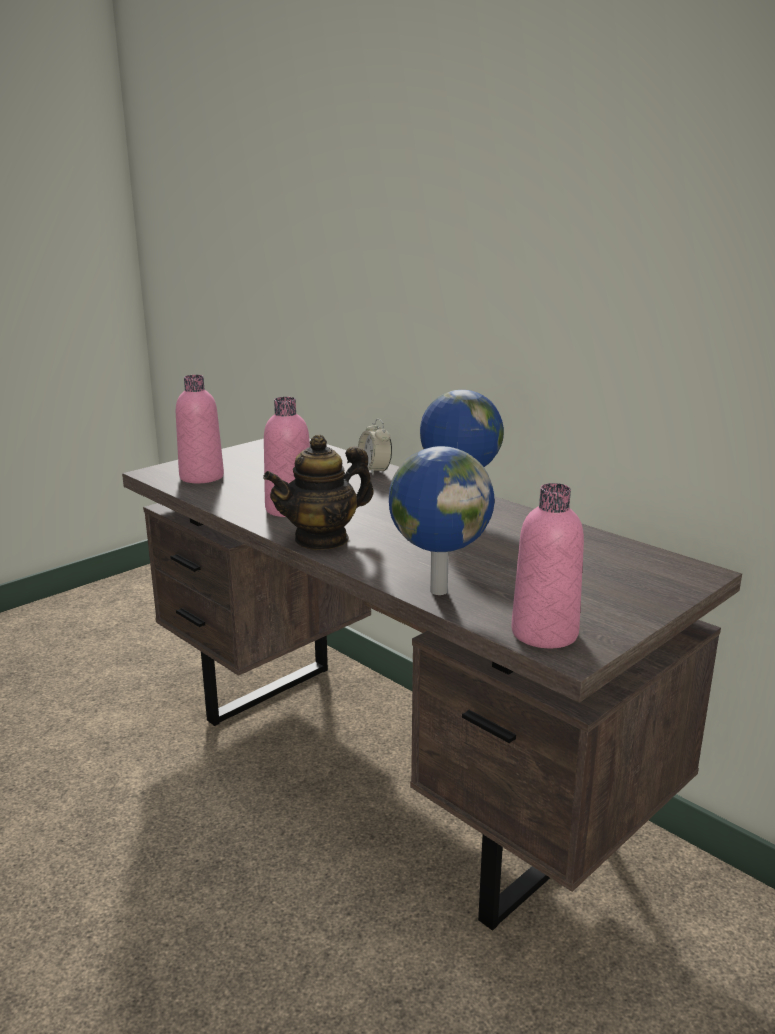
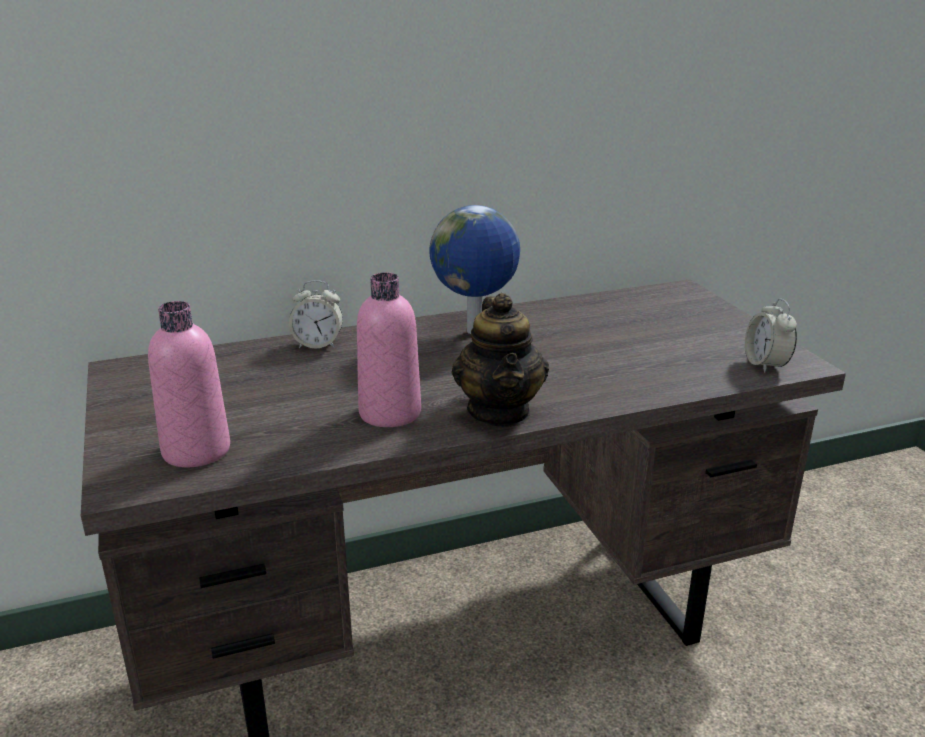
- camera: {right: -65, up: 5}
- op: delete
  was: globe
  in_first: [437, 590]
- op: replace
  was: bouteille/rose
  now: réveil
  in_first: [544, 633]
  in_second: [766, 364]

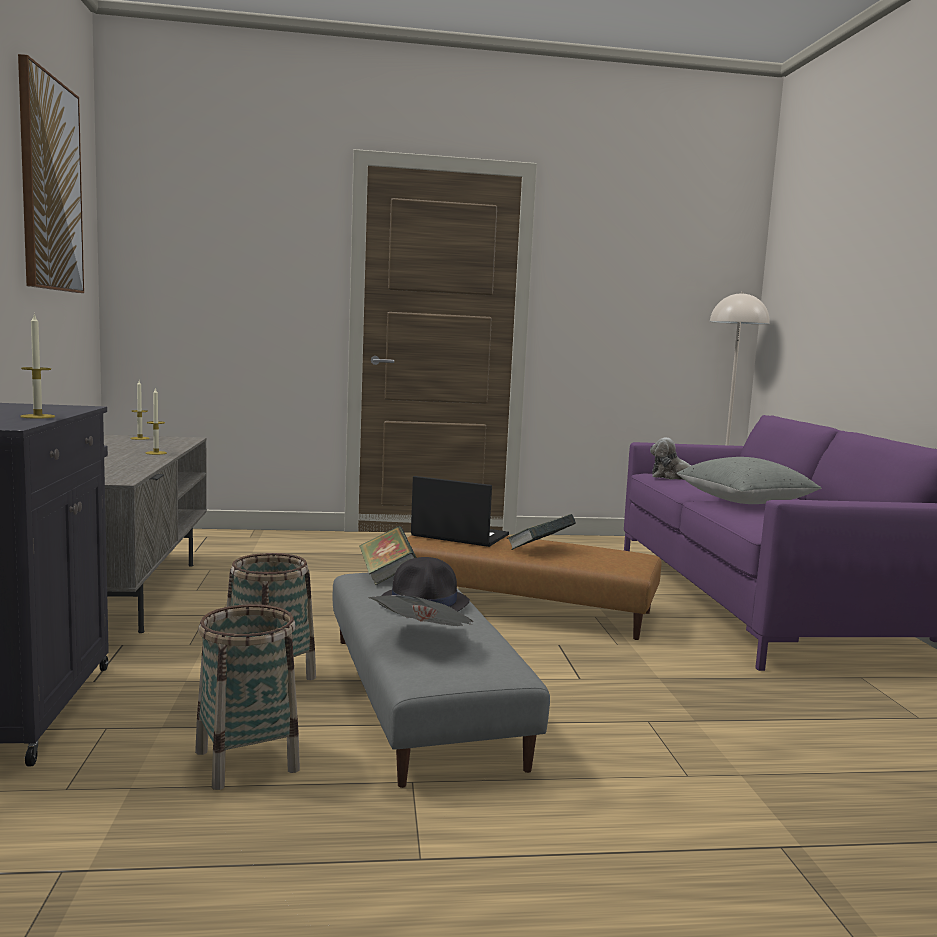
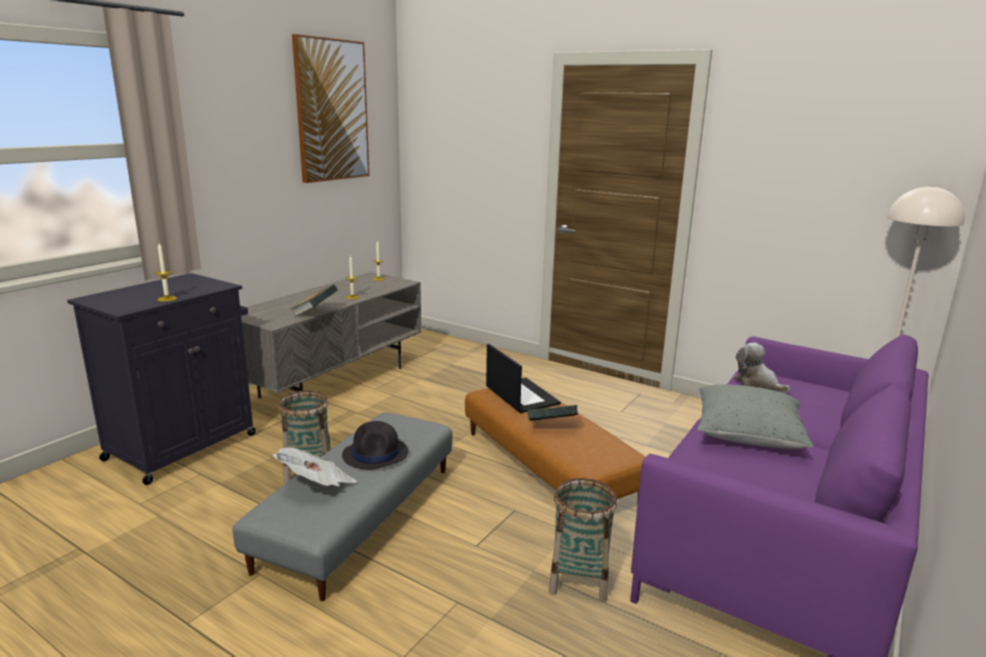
- camera: {right: 40, up: 10}
- op: move
  was: livre
  in_first: [386, 575]
  in_second: [315, 313]
- op: move
  was: panier
  in_first: [246, 761]
  in_second: [579, 579]

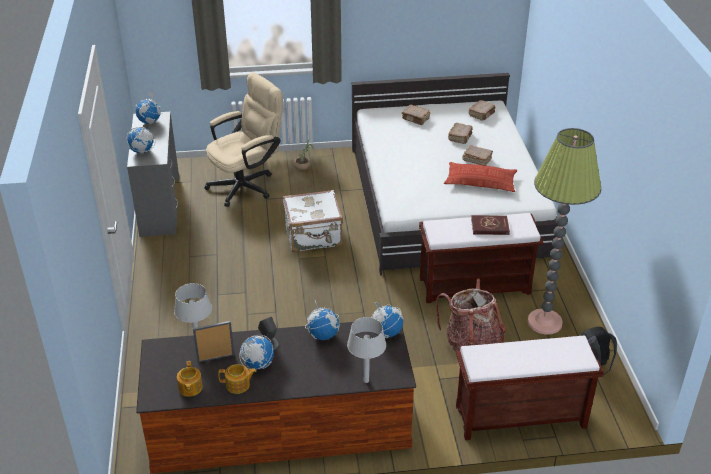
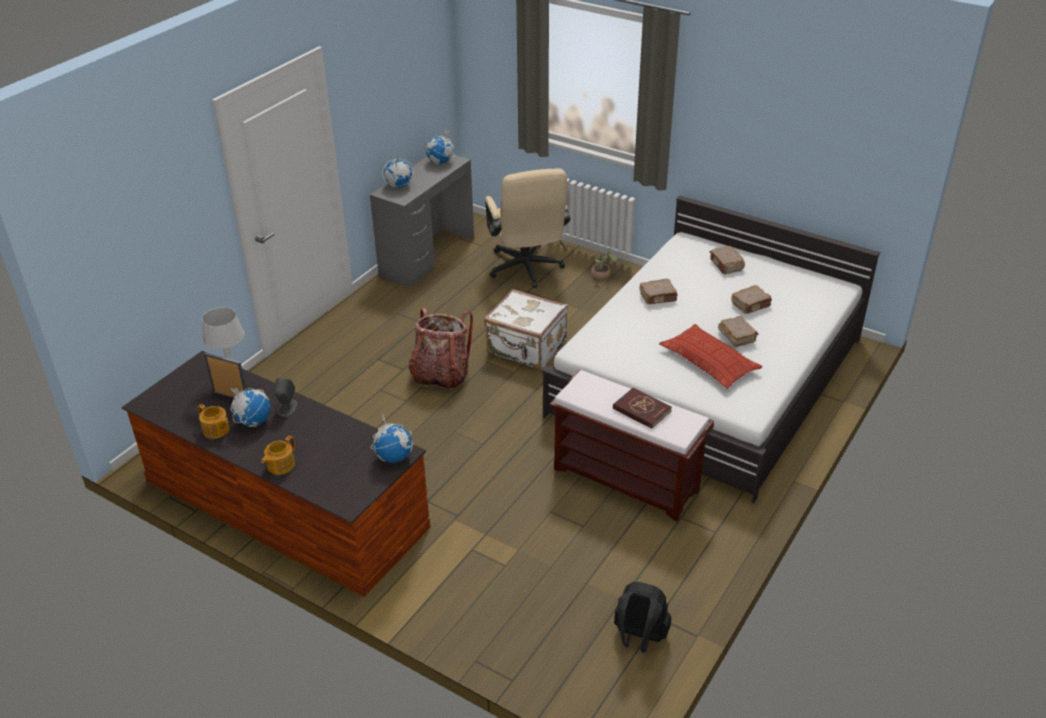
- camera: {right: 40, up: 0}
- op: rotate
  was: chaise de bureau/beige
  in_first: [247, 185]
  in_second: [526, 270]
  clockwise: 75
- op: move
  was: livre/marron
  in_first: [482, 114]
  in_second: [658, 297]
- op: delete
  was: lampadaire
  in_first: [544, 322]
- op: move
  was: sac à dos
  in_first: [471, 343]
  in_second: [441, 375]
- op: delete
  was: globe
  in_first: [323, 335]
- op: delete
  was: lampe de table/gris
  in_first: [366, 380]
- op: delete
  was: banc/marron
  in_first: [519, 417]
- op: move
  was: théière
  in_first: [190, 388]
  in_second: [280, 465]

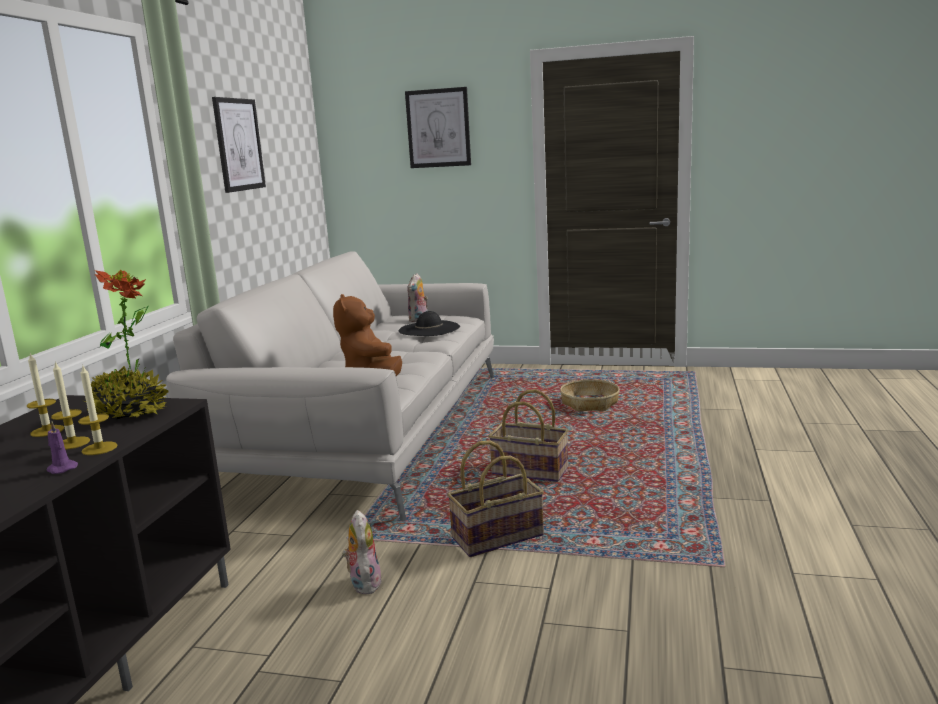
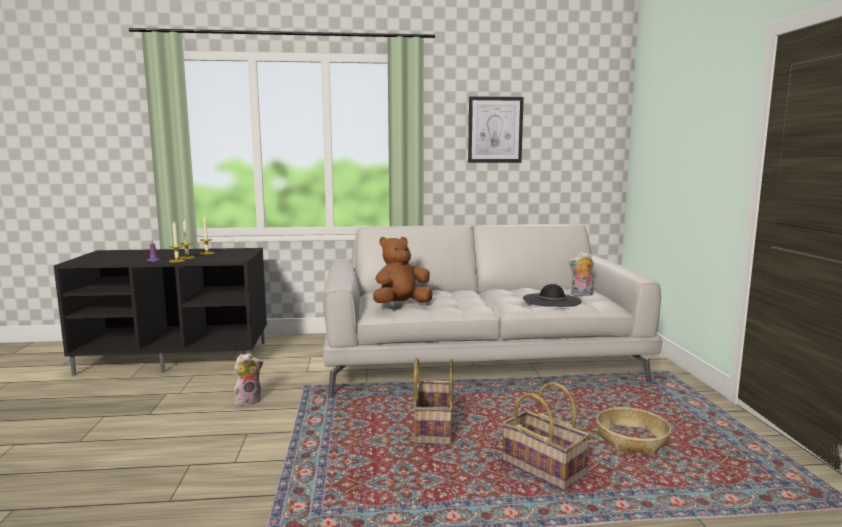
- camera: {right: 70, up: -5}
- op: delete
  was: tableau
  in_first: [438, 128]
- op: delete
  was: plante en pot
  in_first: [131, 412]
- op: move
  was: panier
  in_first: [497, 536]
  in_second: [544, 469]

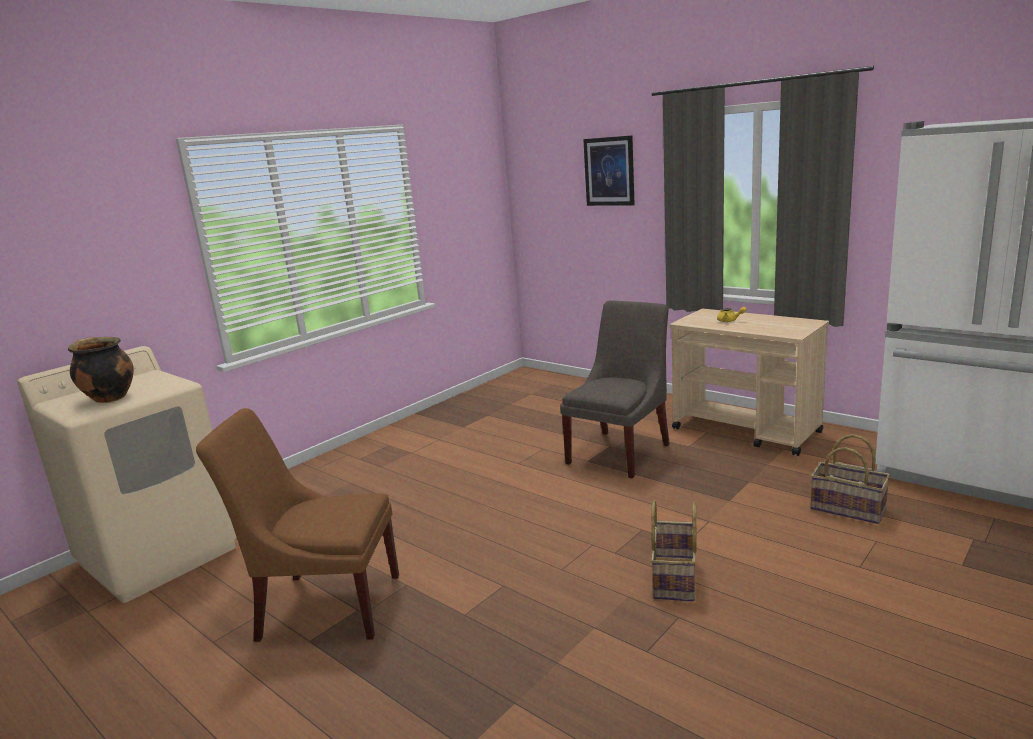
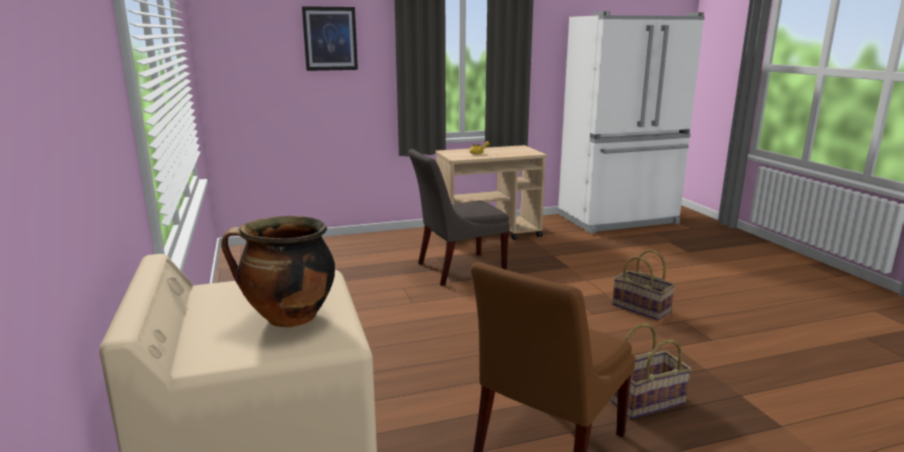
- camera: {right: -60, up: 0}
- op: rotate
  was: chaise/gris
  in_first: [621, 452]
  in_second: [457, 269]
  clockwise: -90
- op: move
  was: panier
  in_first: [848, 508]
  in_second: [646, 401]

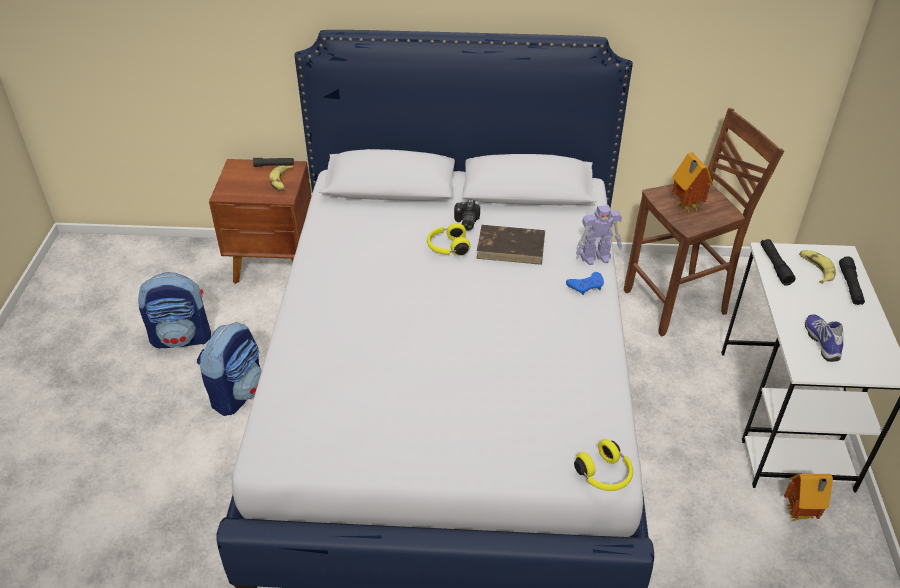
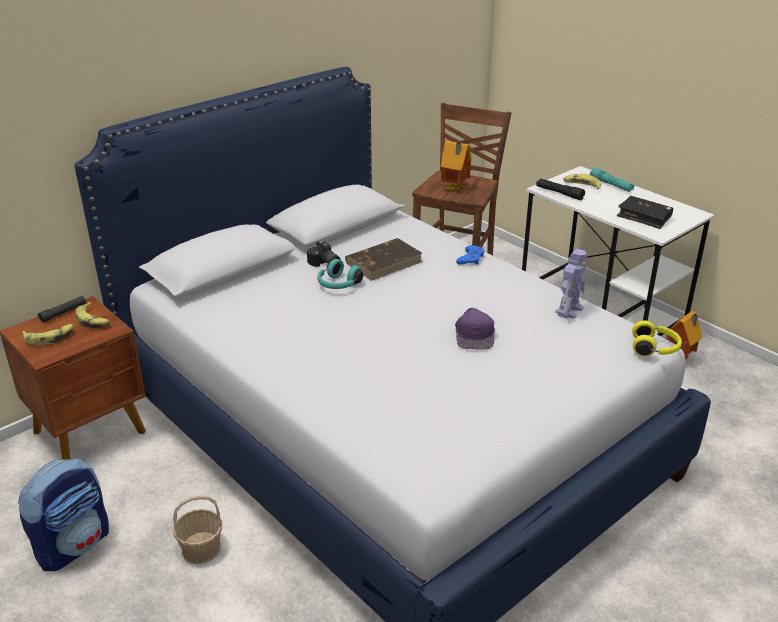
- camera: {right: -45, up: -10}
- op: move
  was: robot jouet
  in_first: [596, 257]
  in_second: [569, 310]
- op: recolor
  was: casque audio/jaune
  now: casque audio/turquoise
  in_first: [447, 247]
  in_second: [338, 285]
- op: recolor
  was: lampe de poche/noir
  now: lampe de poche/turquoise
  in_first: [850, 286]
  in_second: [611, 185]
- op: replace
  was: chaussure
  now: livre/noir
  in_first: [823, 342]
  in_second: [644, 217]
- op: replace
  was: sac à dos
  now: panier
  in_first: [237, 392]
  in_second: [201, 548]
- op: insert
  now: casquette/violet
  in_second: [475, 334]
- op: insert
  now: banane
  in_second: [50, 337]

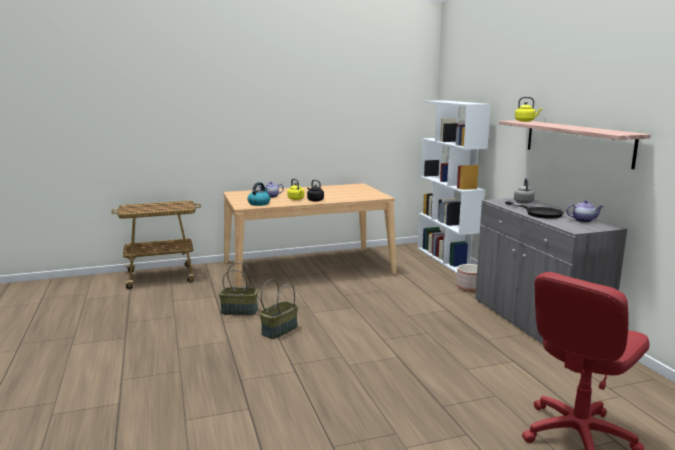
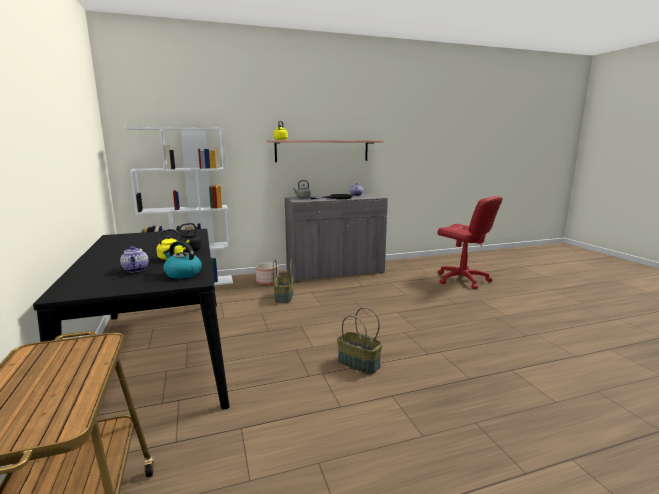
- camera: {right: -90, up: 0}
- op: recolor
  was: table à manger/beige
  now: table à manger/noir
  in_first: [307, 267]
  in_second: [158, 353]
- op: move
  was: panier
  in_first: [240, 311]
  in_second: [283, 297]

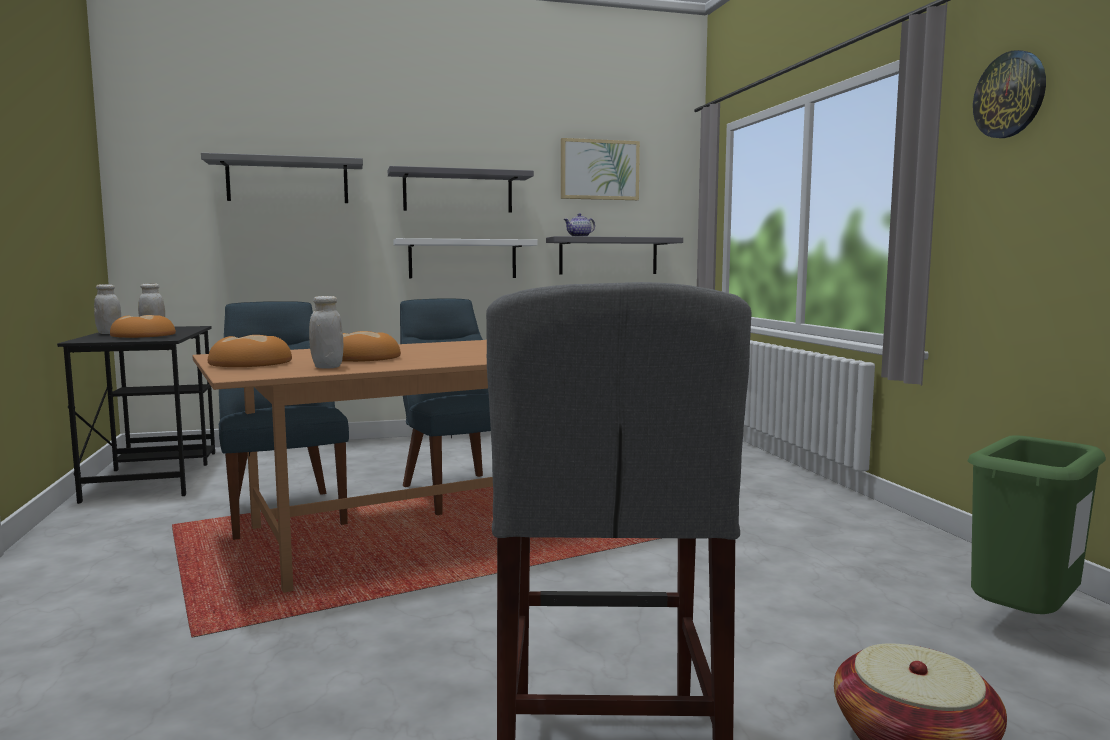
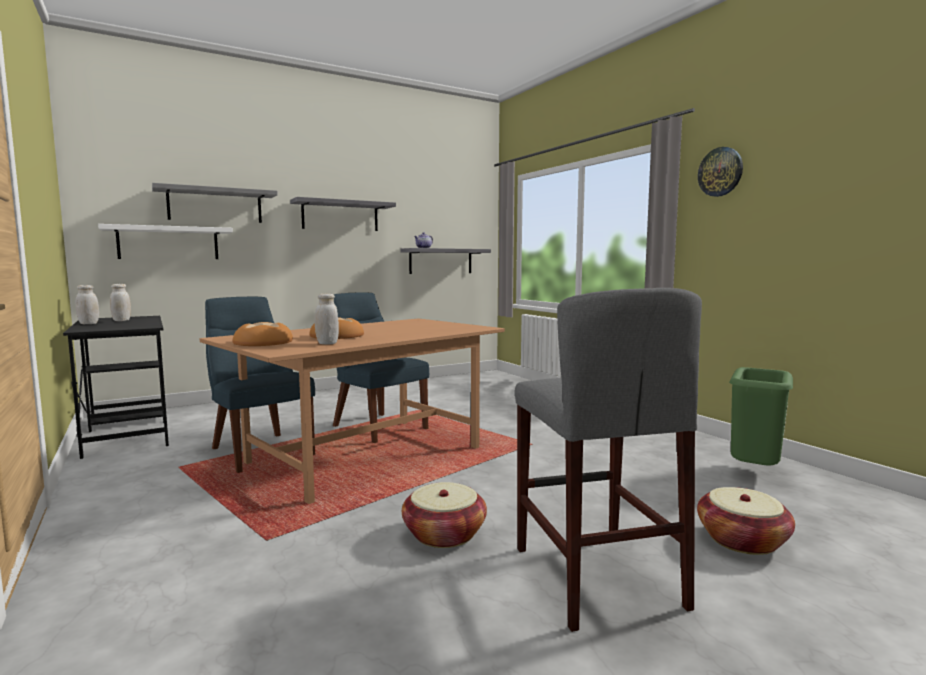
- camera: {right: -15, up: 0}
- op: delete
  was: tableau
  in_first: [599, 170]
- op: move
  was: étagère/blanc
  in_first: [463, 259]
  in_second: [168, 243]
- op: delete
  was: pain
  in_first: [143, 335]
- op: insert
  now: panier
  in_second: [444, 534]

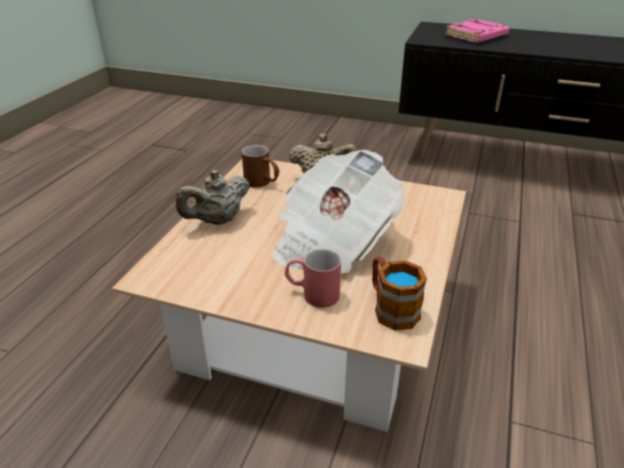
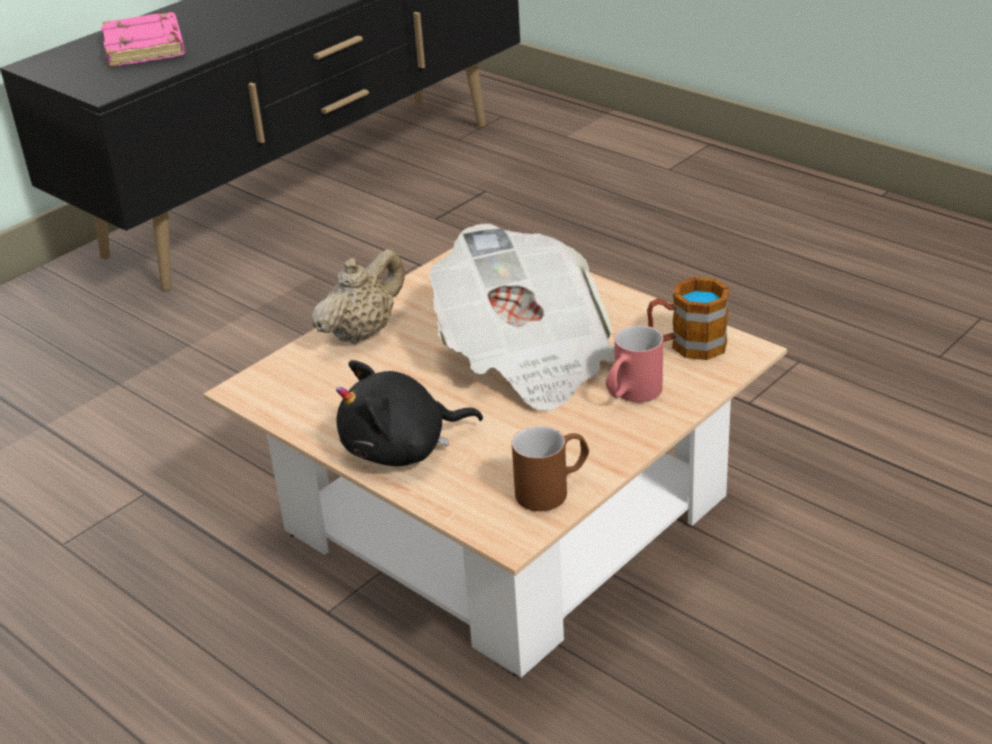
- camera: {right: -65, up: 0}
- op: move
  was: mug/marron
  in_first: [262, 183]
  in_second: [553, 489]
- op: replace
  was: théière/beige
  now: peluche/noir
  in_first: [217, 220]
  in_second: [402, 449]

